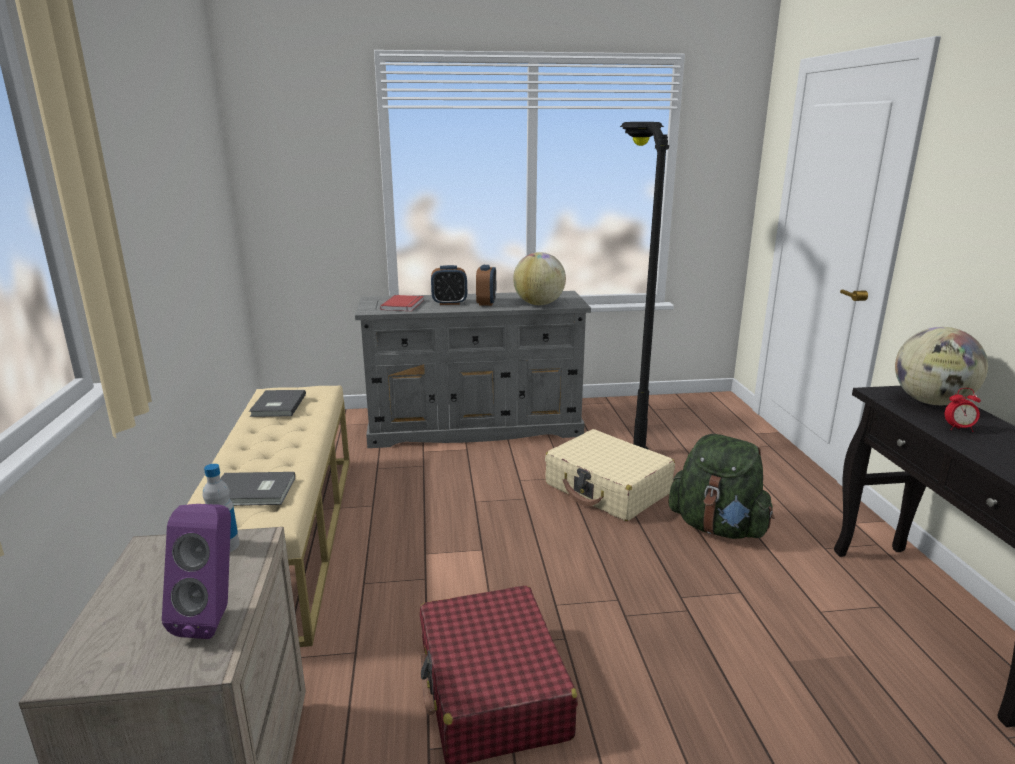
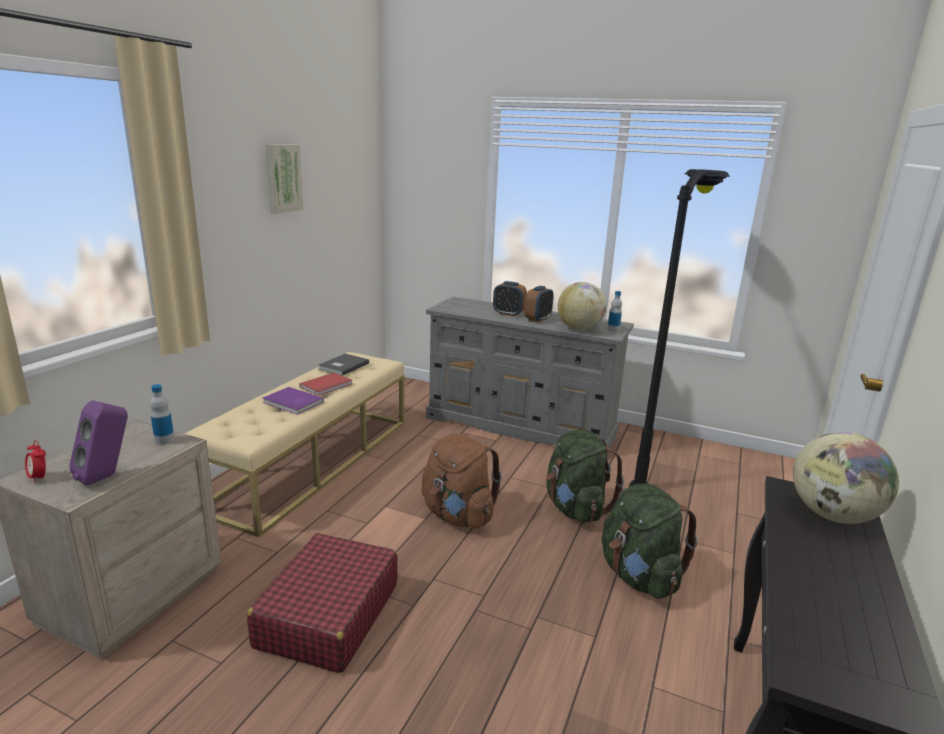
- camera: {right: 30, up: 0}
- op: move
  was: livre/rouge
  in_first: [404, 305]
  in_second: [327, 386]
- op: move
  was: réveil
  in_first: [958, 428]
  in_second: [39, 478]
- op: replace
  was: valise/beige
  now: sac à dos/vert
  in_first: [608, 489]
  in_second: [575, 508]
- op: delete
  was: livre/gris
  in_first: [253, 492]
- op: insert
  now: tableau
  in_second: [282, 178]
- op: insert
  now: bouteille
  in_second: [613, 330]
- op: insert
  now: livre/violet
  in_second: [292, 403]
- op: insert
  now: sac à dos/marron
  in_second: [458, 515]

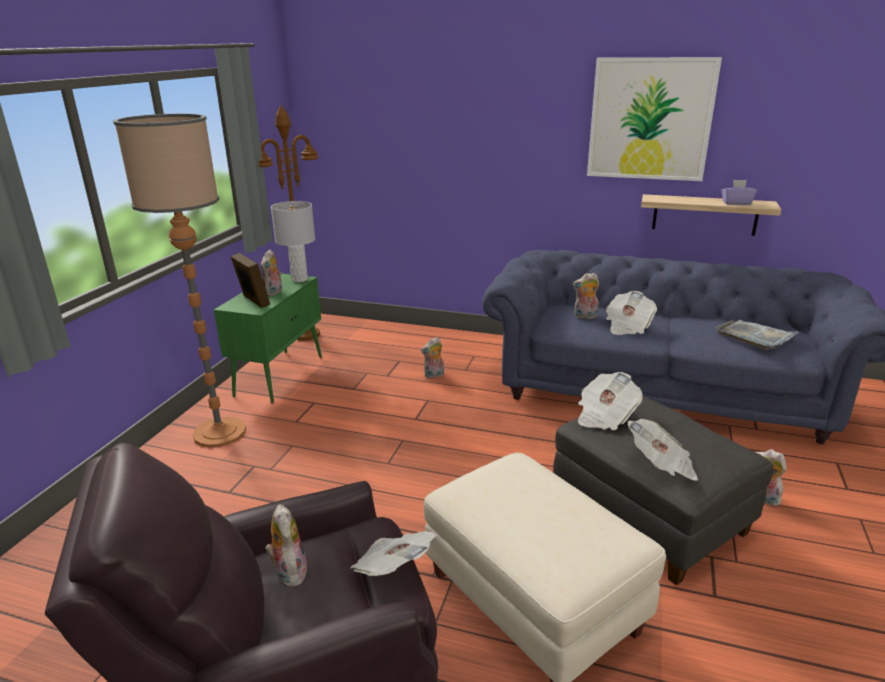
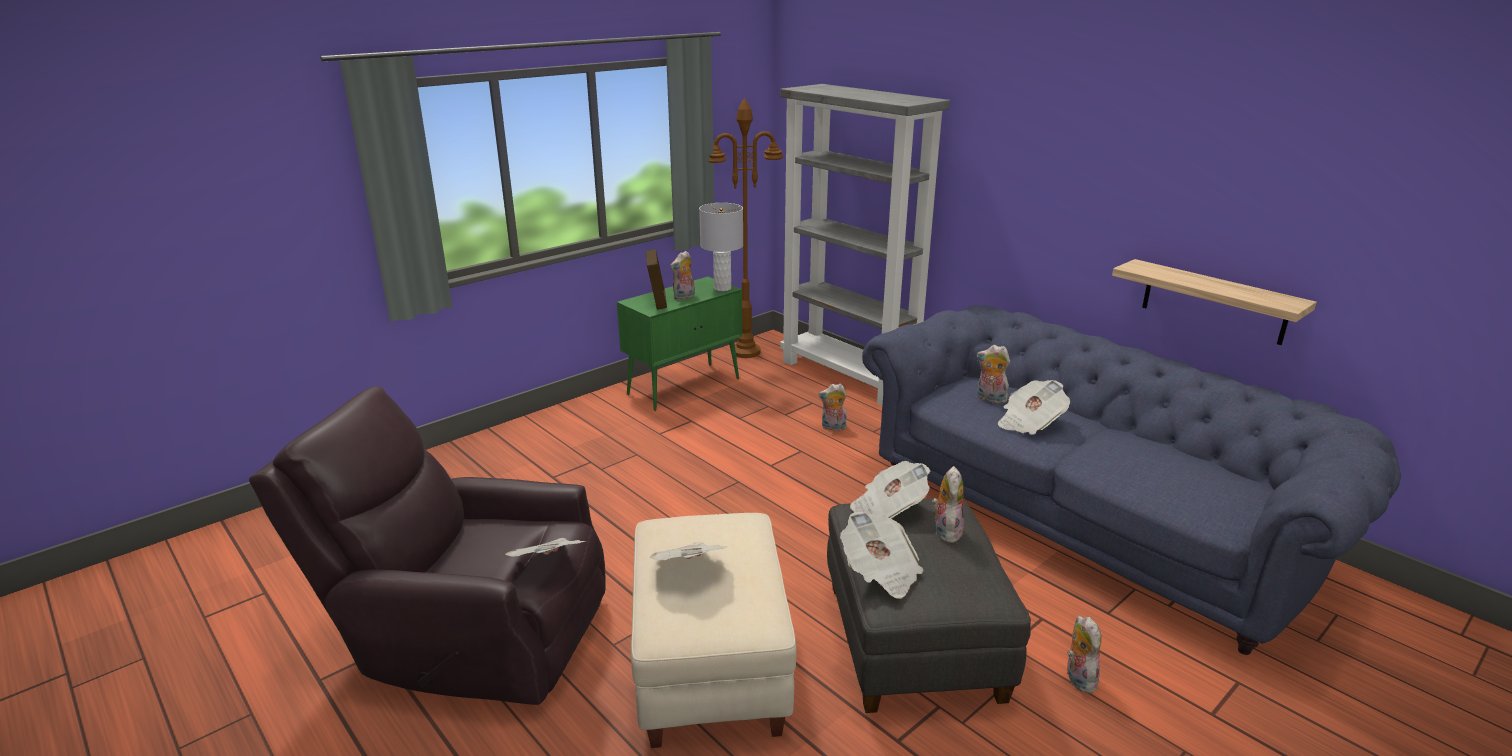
- camera: {right: 30, up: 0}
- op: delete
  was: tableau
  in_first: [650, 119]
- op: delete
  was: lampadaire
  in_first: [219, 432]
- op: delete
  was: boîte à mouchoirs/violet
  in_first: [736, 203]
- op: delete
  was: plateau/gris
  in_first: [755, 336]
- op: move
  was: peluche
  in_first: [288, 571]
  in_second: [945, 531]
- op: insert
  now: bibliothèque/gris
  in_second: [849, 377]
- op: insert
  now: journal
  in_second: [689, 568]

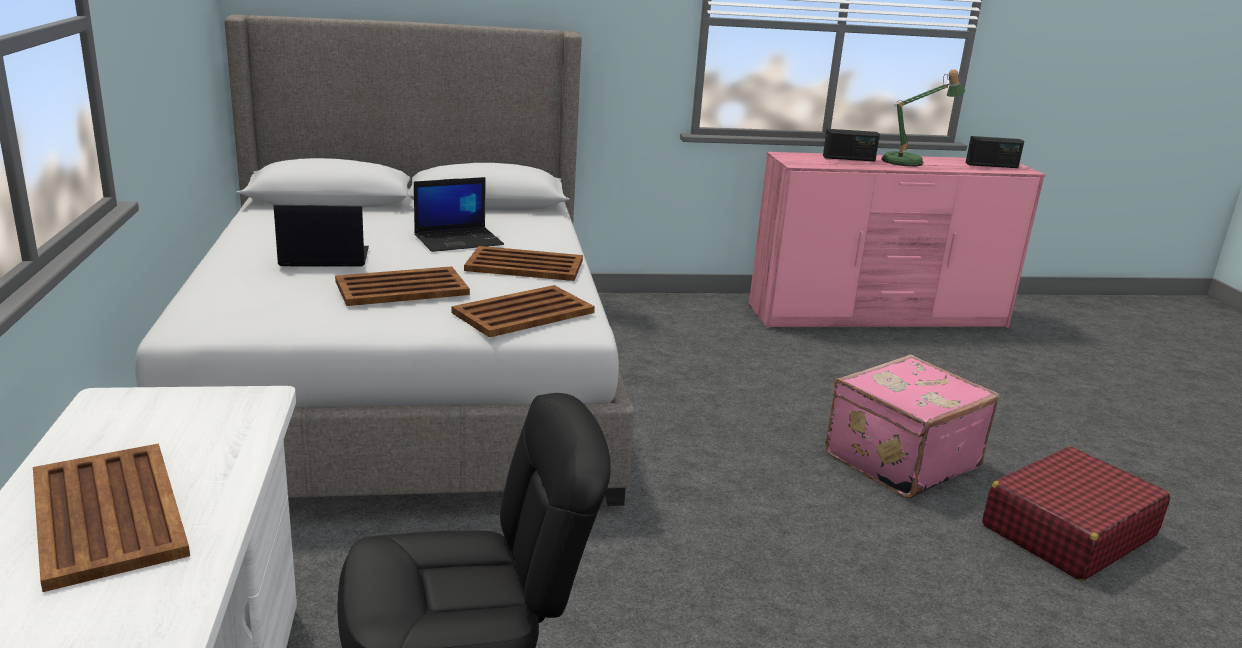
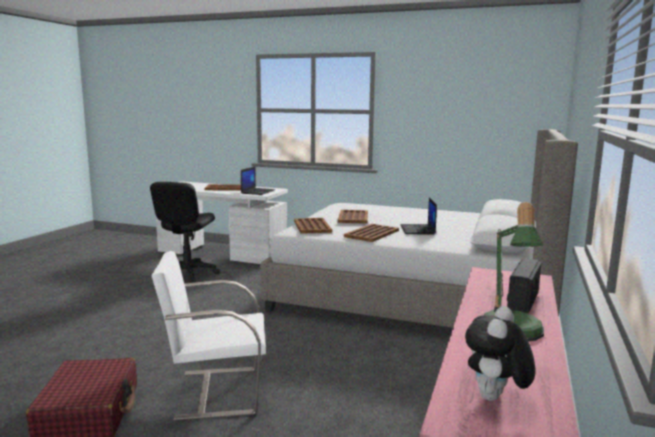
- camera: {right: 120, up: -10}
- op: replace
  was: radio
  now: peluche
  in_first: [991, 165]
  in_second: [495, 399]
- op: move
  was: ordinateur portable
  in_first: [323, 257]
  in_second: [258, 191]
- op: replace
  was: valise/rose
  now: chaise/blanc
  in_first: [899, 460]
  in_second: [216, 392]

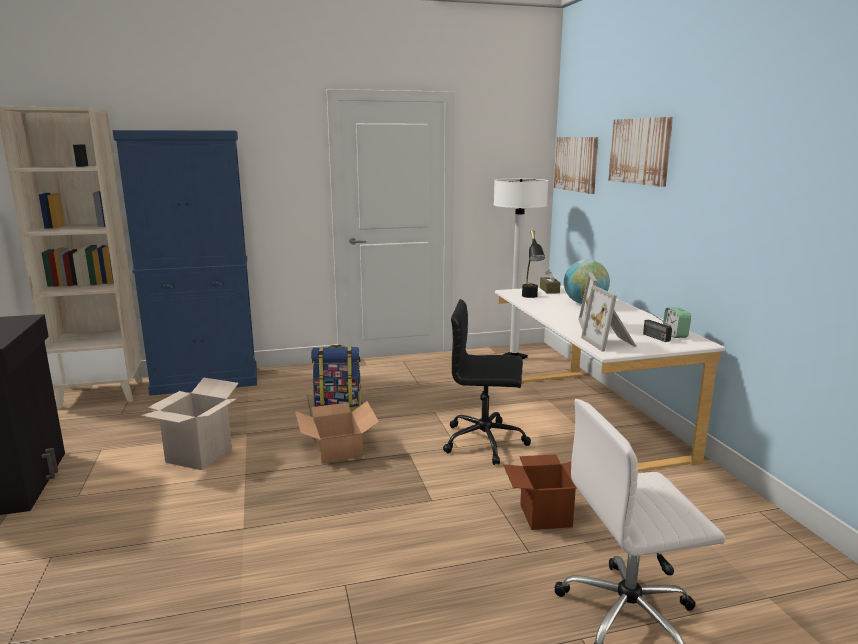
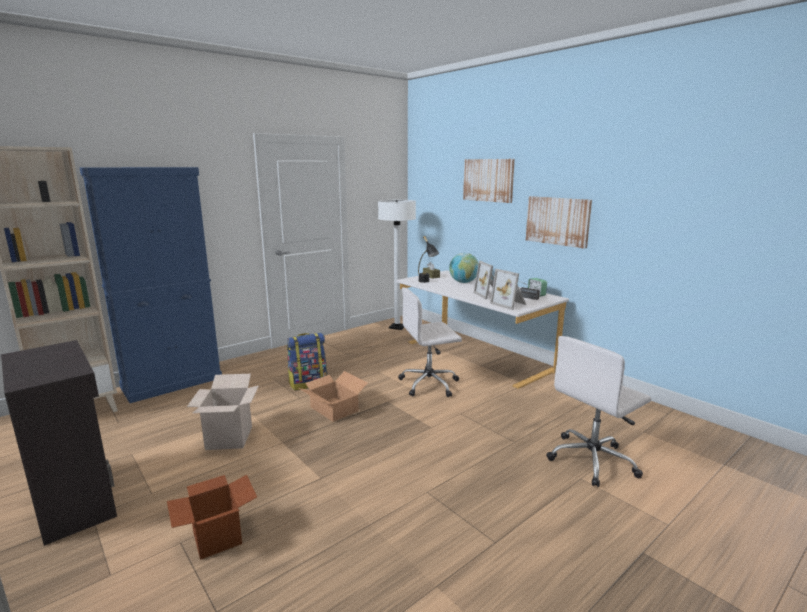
- camera: {right: -25, up: 0}
- op: move
  was: tableau
  in_first: [576, 164]
  in_second: [557, 221]
- op: recolor
  was: chaise de bureau/noir
  now: chaise de bureau/blanc
  in_first: [486, 441]
  in_second: [430, 384]
- op: move
  was: carton
  in_first: [546, 516]
  in_second: [217, 538]

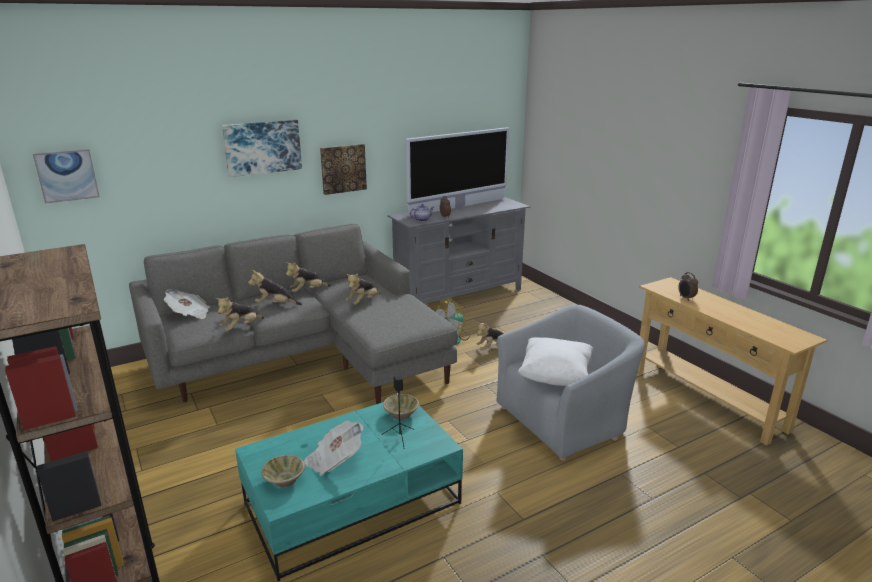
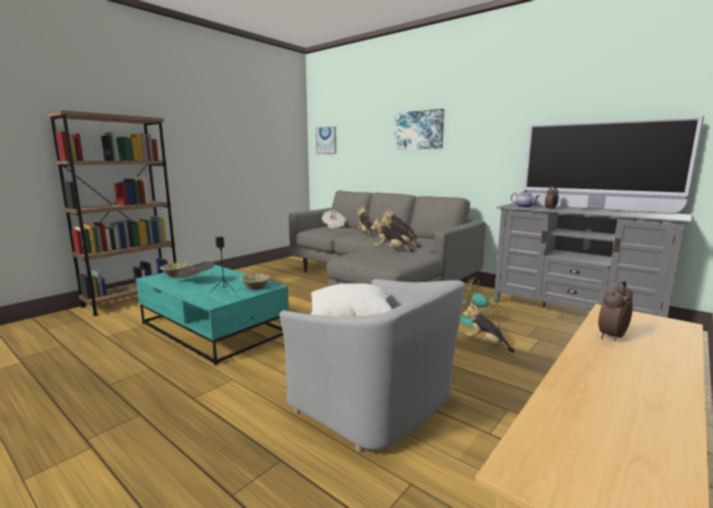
- camera: {right: 70, up: -10}
- op: delete
  was: tableau
  in_first: [343, 168]
- op: move
  was: peluche
  in_first: [241, 327]
  in_second: [391, 250]

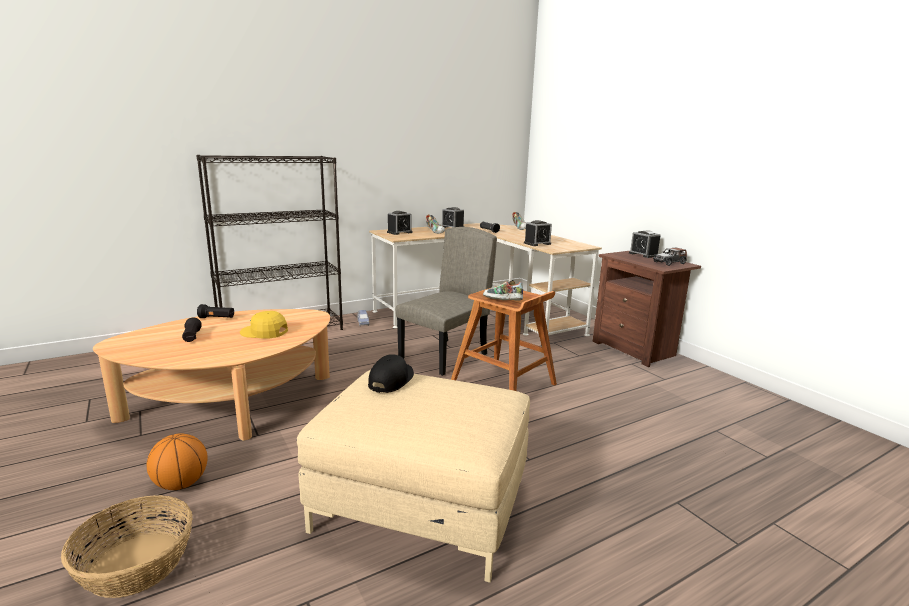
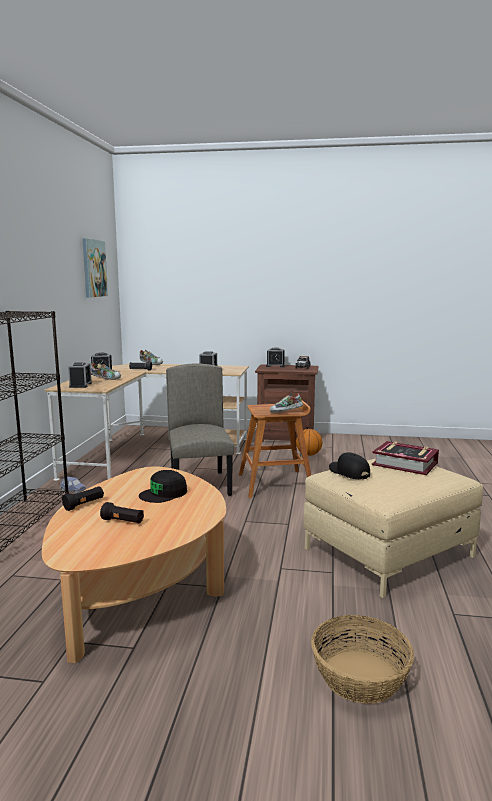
- camera: {right: -50, up: -5}
- op: recolor
  was: casquette/jaune
  now: casquette/noir
  in_first: [264, 332]
  in_second: [164, 493]
- op: move
  was: ballon de basket
  in_first: [181, 484]
  in_second: [308, 454]
- op: insert
  now: tableau
  in_second: [93, 268]
- op: insert
  now: livre
  in_second: [405, 464]

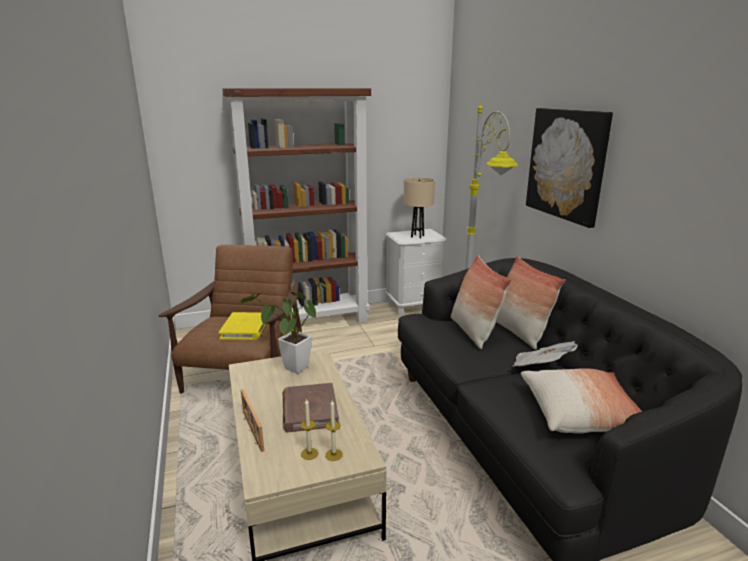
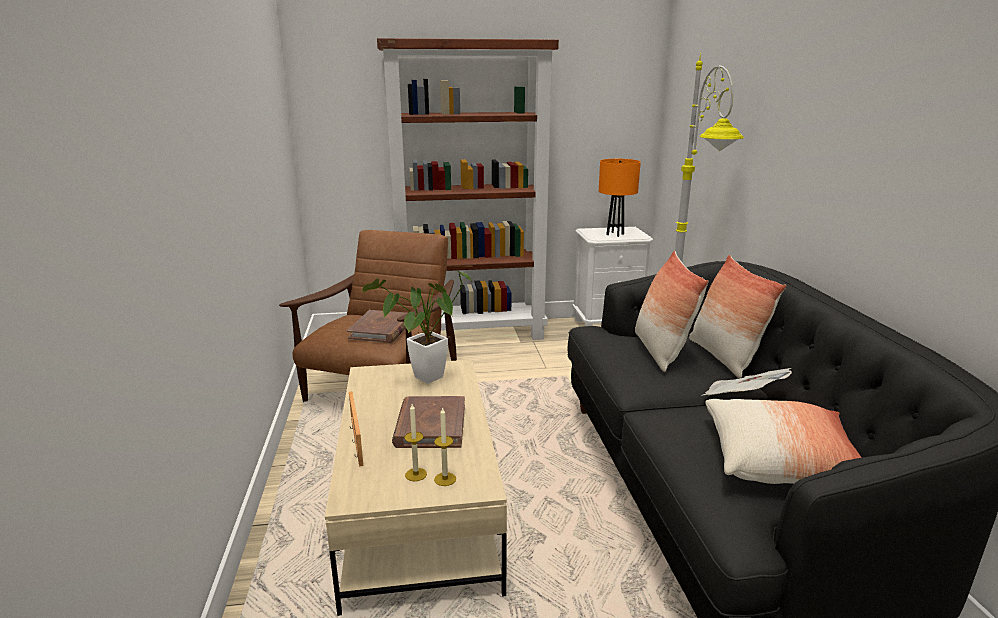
- camera: {right: 10, up: 0}
- op: delete
  was: tableau
  in_first: [567, 164]
- op: recolor
  was: lampe de table/beige
  now: lampe de table/orange
  in_first: [417, 236]
  in_second: [615, 234]
- op: recolor
  was: livre/jaune
  now: livre/marron
  in_first: [245, 329]
  in_second: [381, 330]

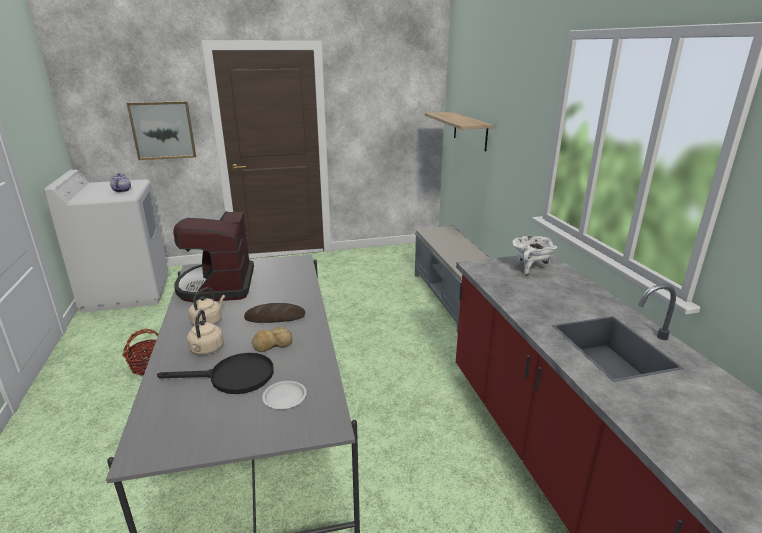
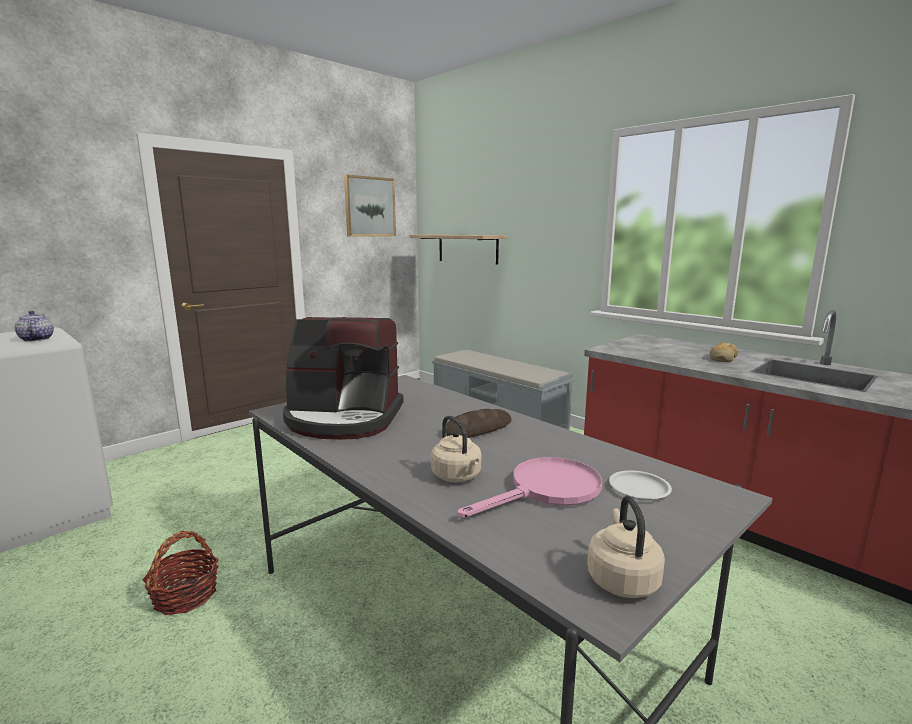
- camera: {right: -30, up: -10}
- op: move
  was: tableau
  in_first: [163, 130]
  in_second: [370, 207]
- op: rotate
  was: machine à café
  in_first: [218, 285]
  in_second: [344, 419]
  clockwise: -45
- op: delete
  was: marmite/blanc
  in_first: [530, 269]
- op: move
  was: bouilloire/beige
  in_first: [208, 321]
  in_second: [621, 579]
- op: move
  was: pain
  in_first: [272, 344]
  in_second: [722, 358]
- op: recolor
  was: poêle/noir
  now: poêle/rose
  in_first: [233, 377]
  in_second: [546, 491]

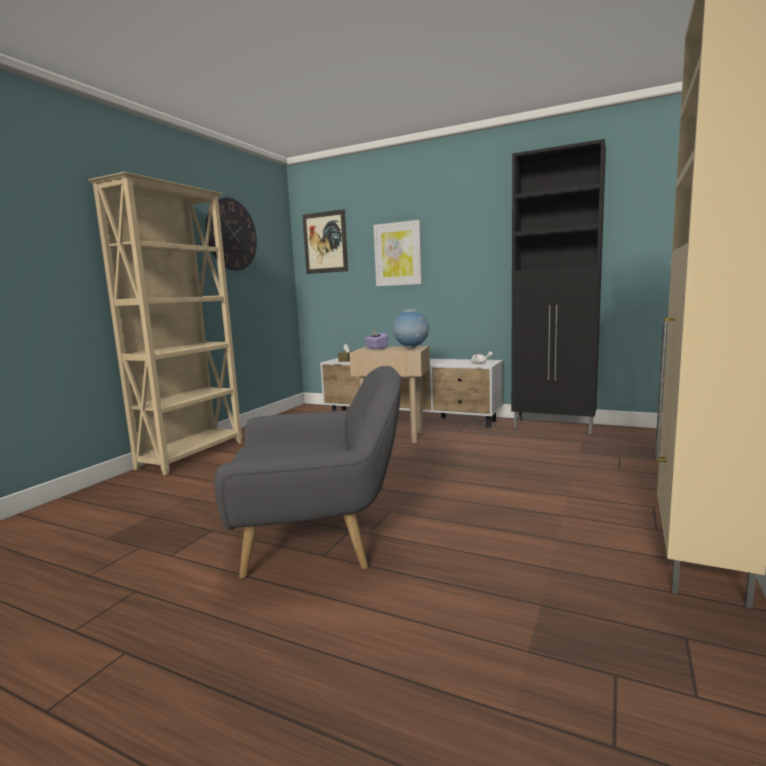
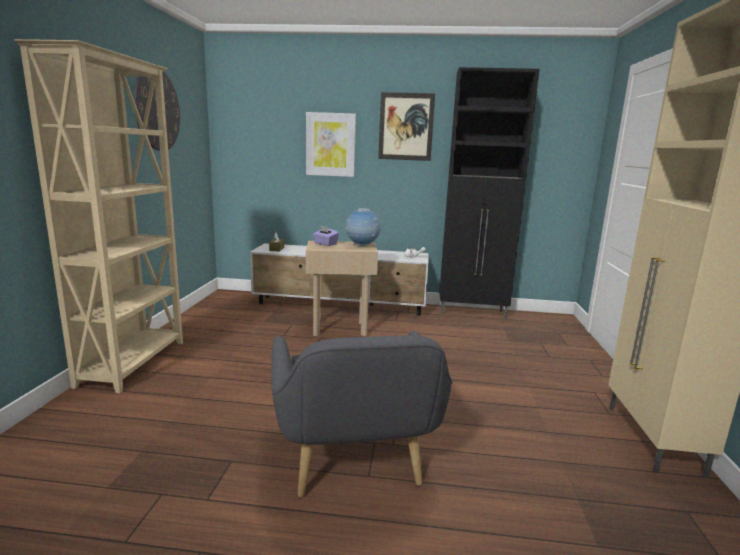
- camera: {right: -20, up: 5}
- op: move
  was: tableau
  in_first: [325, 242]
  in_second: [406, 127]
- op: rotate
  was: fauteuil/gris
  in_first: [318, 542]
  in_second: [354, 461]
  clockwise: 105

